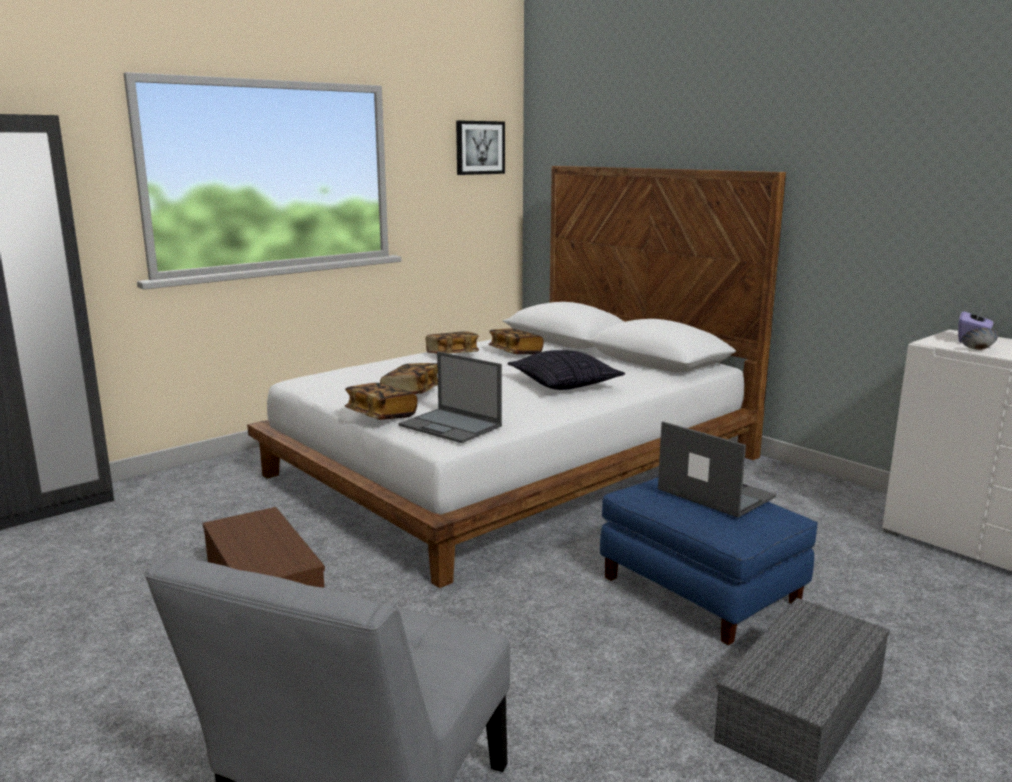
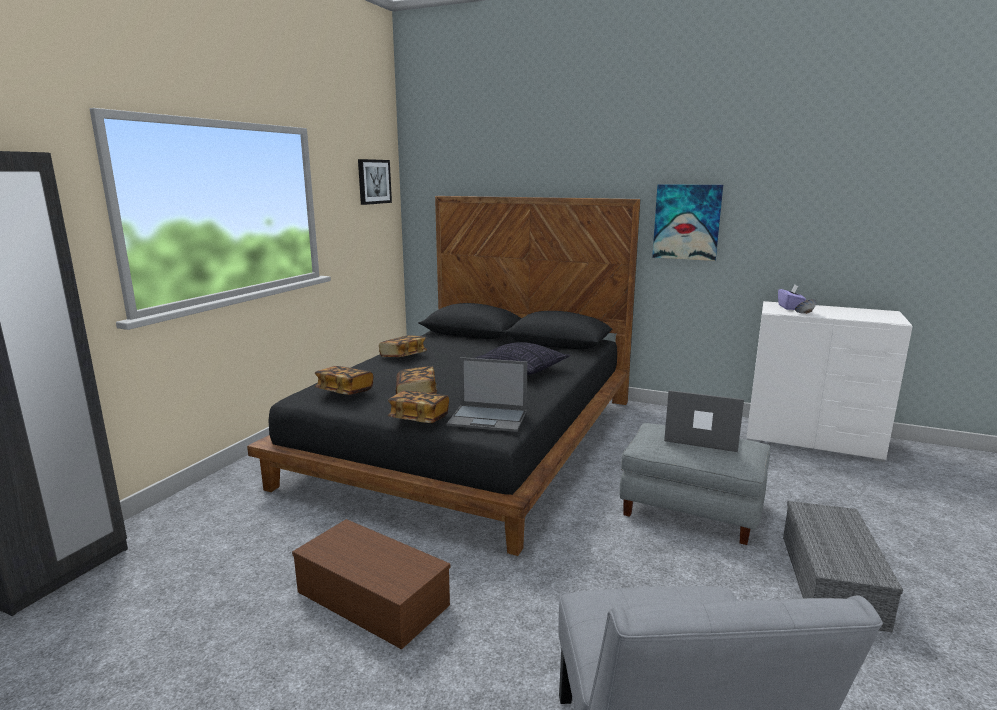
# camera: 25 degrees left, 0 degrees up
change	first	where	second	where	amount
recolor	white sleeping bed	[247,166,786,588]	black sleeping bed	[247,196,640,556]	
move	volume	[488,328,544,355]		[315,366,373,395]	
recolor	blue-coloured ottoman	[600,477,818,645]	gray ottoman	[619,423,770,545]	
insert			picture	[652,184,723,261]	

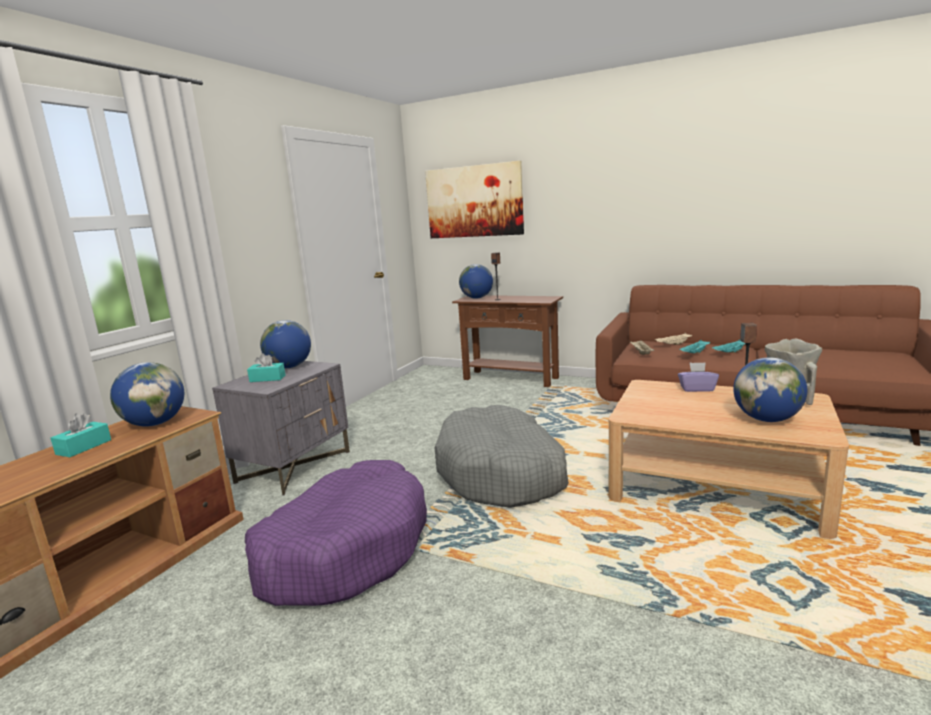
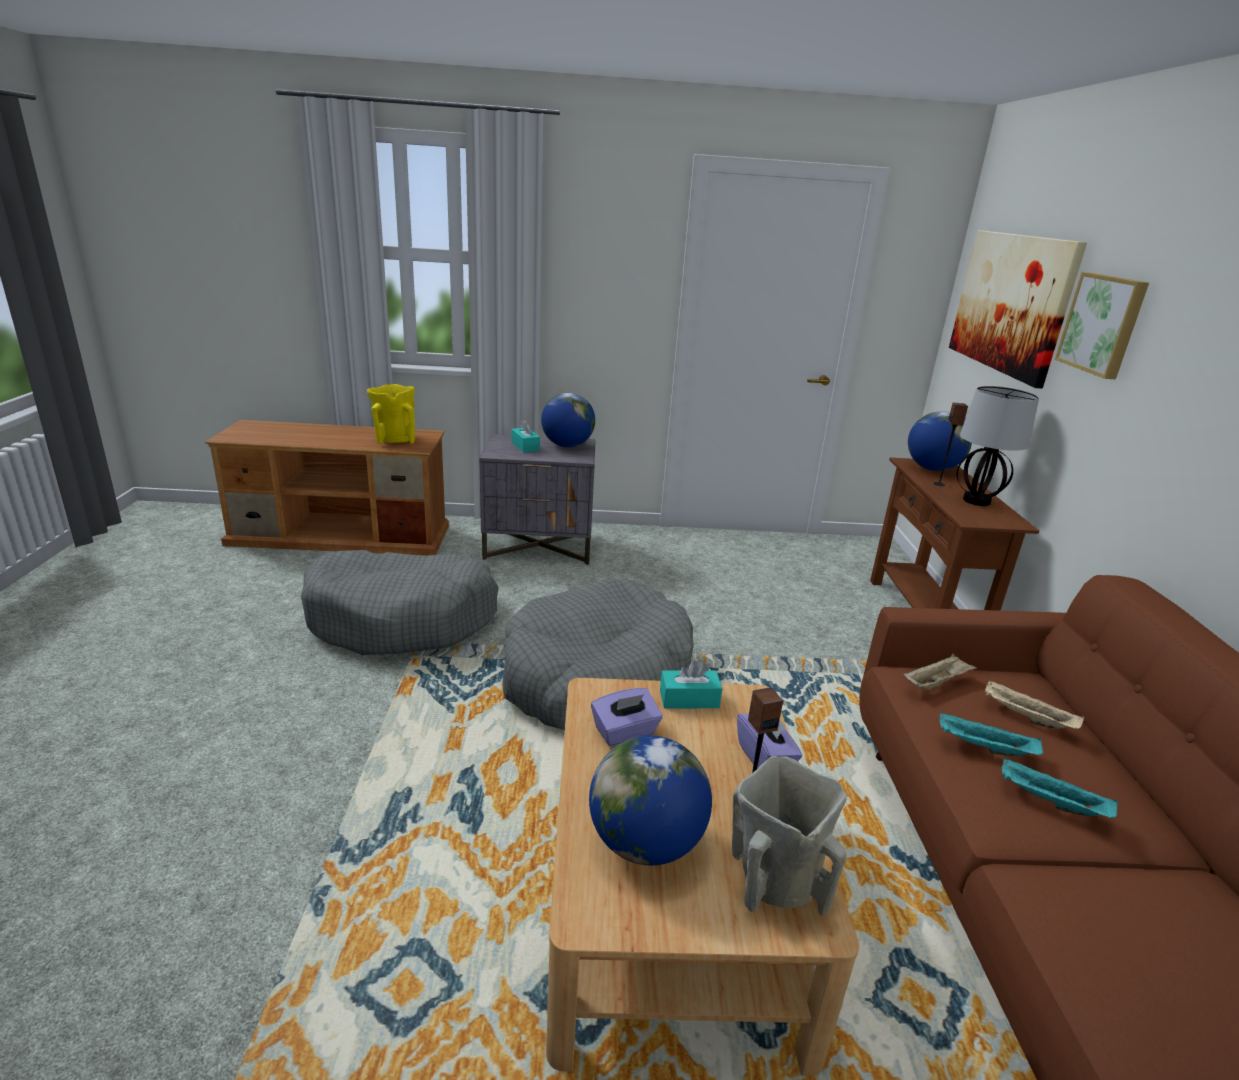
# camera: 60 degrees right, 10 degrees up
change	first	where	second	where	amount
move	turquoise box of tissues	[51,413,111,457]		[660,660,723,709]	
replace	globe	[110,362,184,426]	yellow-coloured flower vase	[367,384,415,444]	
recolor	purplish pet bed	[245,460,427,606]	gray pet bed	[301,550,499,655]	
insert			purplish box of tissues	[591,688,663,746]	
insert			lamp for a table	[957,386,1039,506]	
insert			picture	[1055,272,1149,379]	

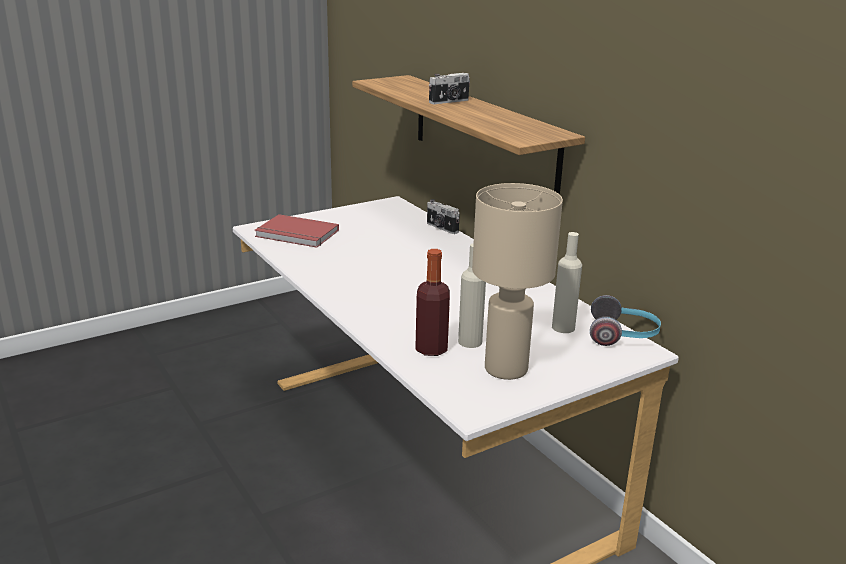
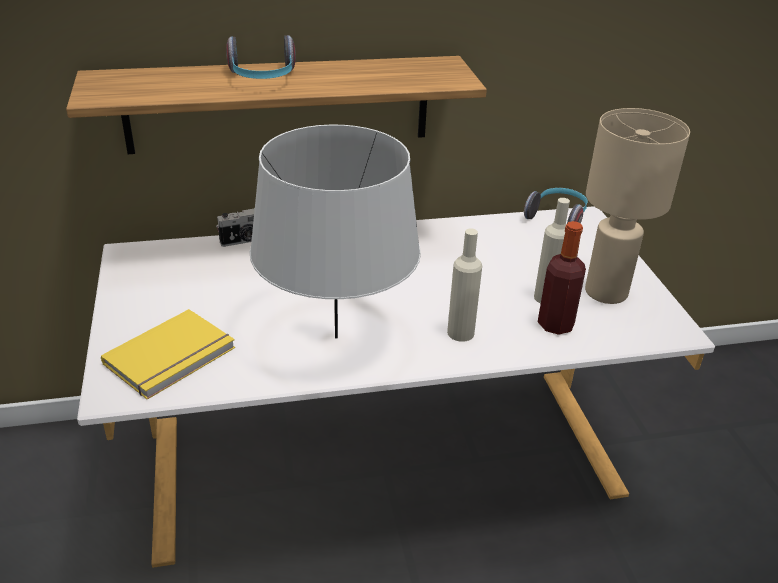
# camera: 70 degrees left, 10 degrees up
change	first	where	second	where	amount
recolor	reddish volume	[255,214,339,248]	yellow-coloured volume	[101,309,235,400]	
replace	still camera	[429,73,470,104]	headset	[226,35,296,79]	
move	beige beverage bottle	[552,232,582,333]		[447,229,482,342]	
insert			gray lamp for a table	[250,125,421,339]	

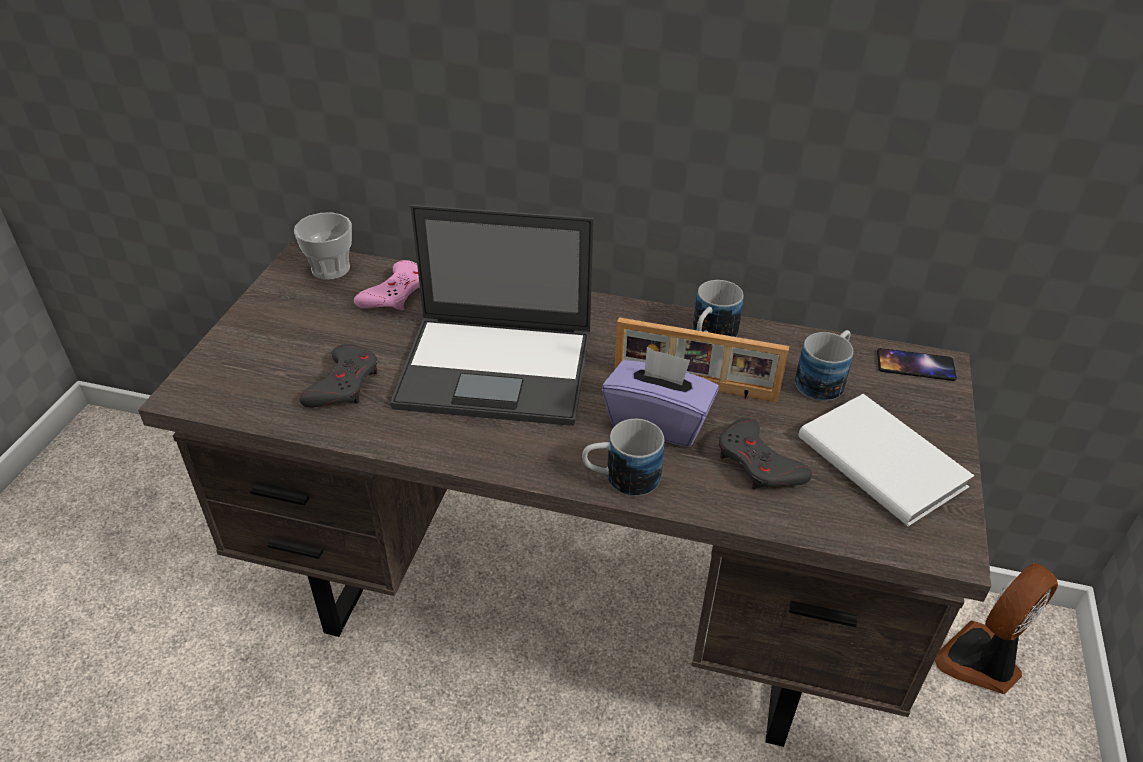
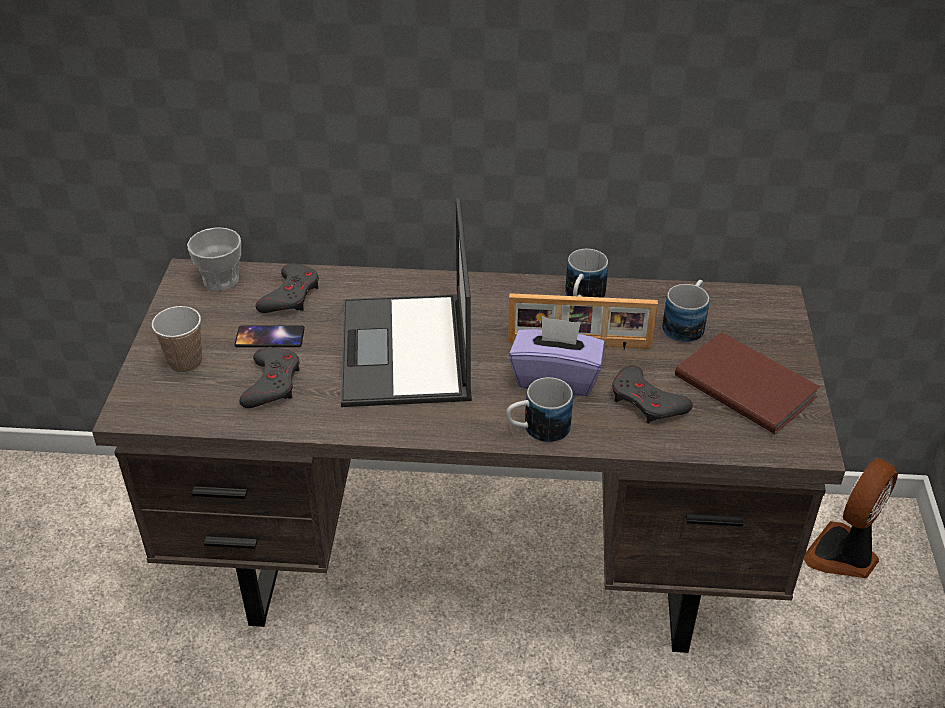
# camera: 10 degrees left, 0 degrees up
change	first	where	second	where	amount
recolor	pinkish game controller	[354,260,420,311]	gray game controller	[256,263,319,313]	
rotate	notebook computer	[390,205,594,426]		[341,198,472,407]	90 degrees clockwise
recolor	white volume	[799,394,975,526]	brown volume	[675,332,820,434]	
move	telephone	[877,348,957,381]		[234,325,305,347]	
insert			cup	[152,306,202,373]	

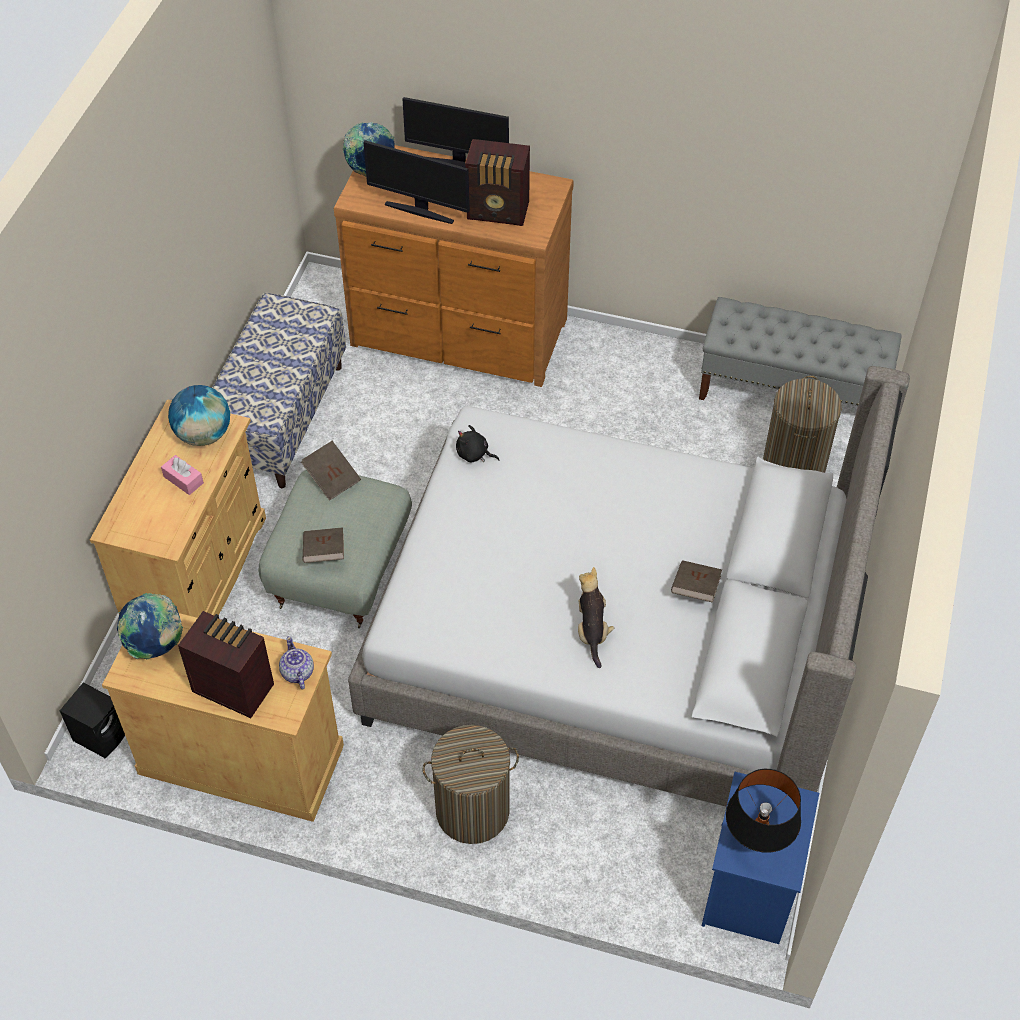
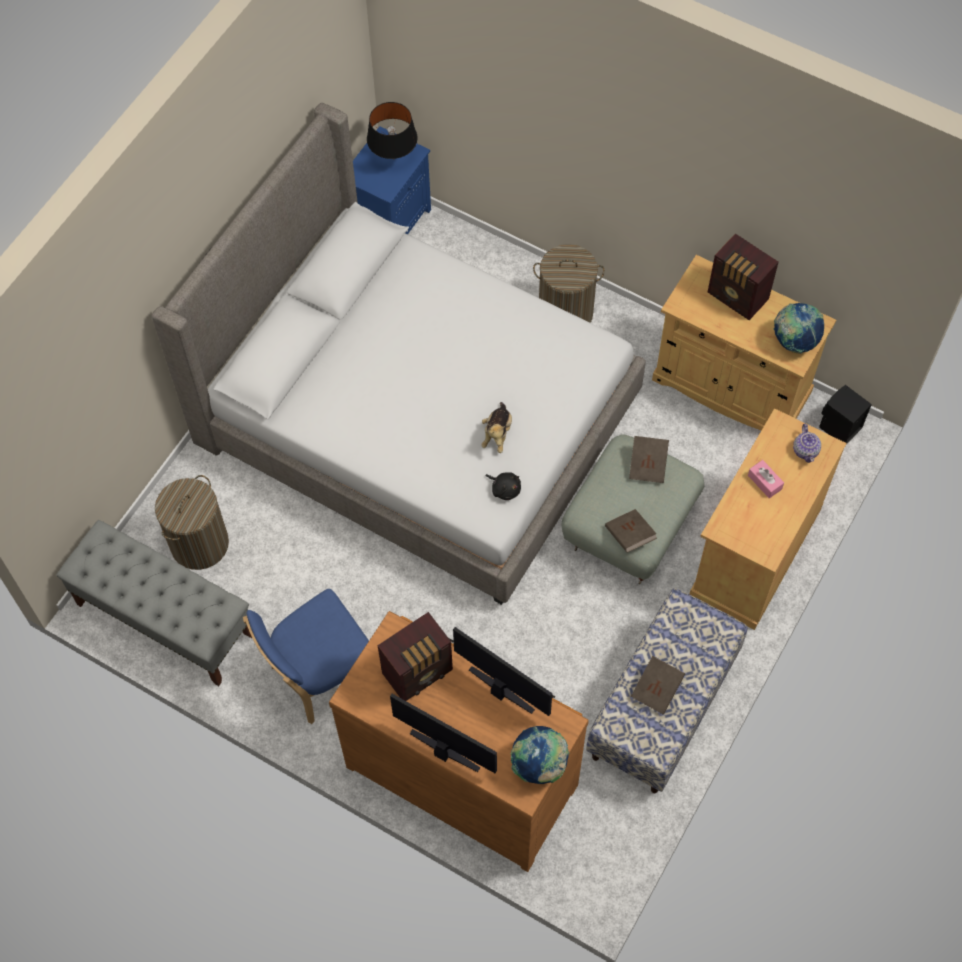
# camera: 165 degrees left, 10 degrees up
change	first	where	second	where	amount
delete	globe	[168,385,230,446]			
move	tea pot	[279,636,314,689]		[793,424,821,463]	
rotate	radio	[465,139,530,226]		[377,612,453,701]	120 degrees clockwise
move	soft toy	[578,567,614,668]		[481,402,512,453]	
move	brown volume	[671,560,722,603]		[631,656,685,715]	
insert			blue-coloured plain chair	[243,589,369,724]	

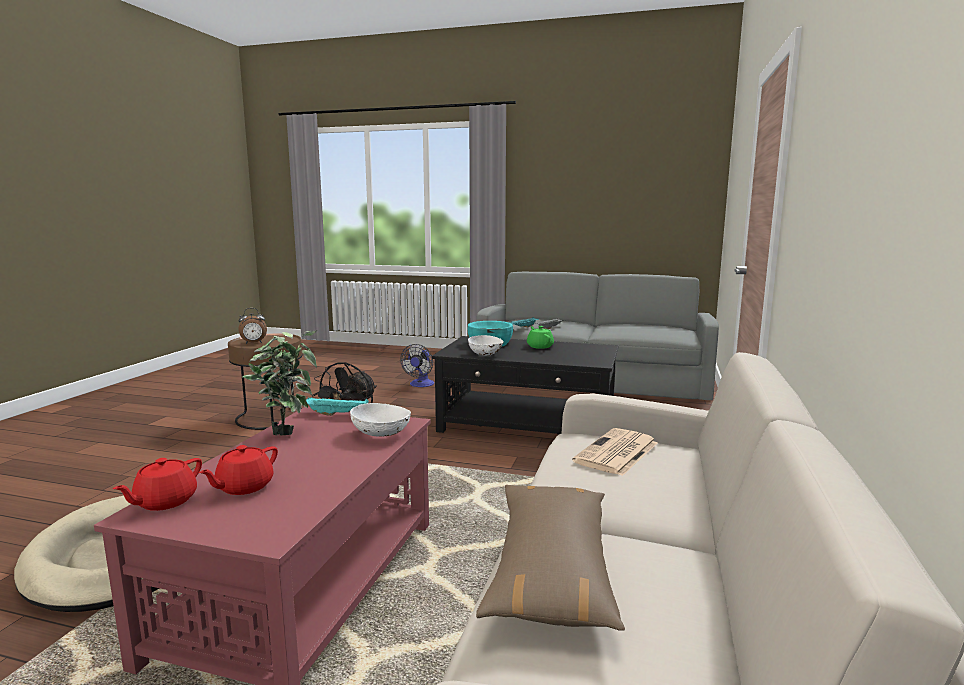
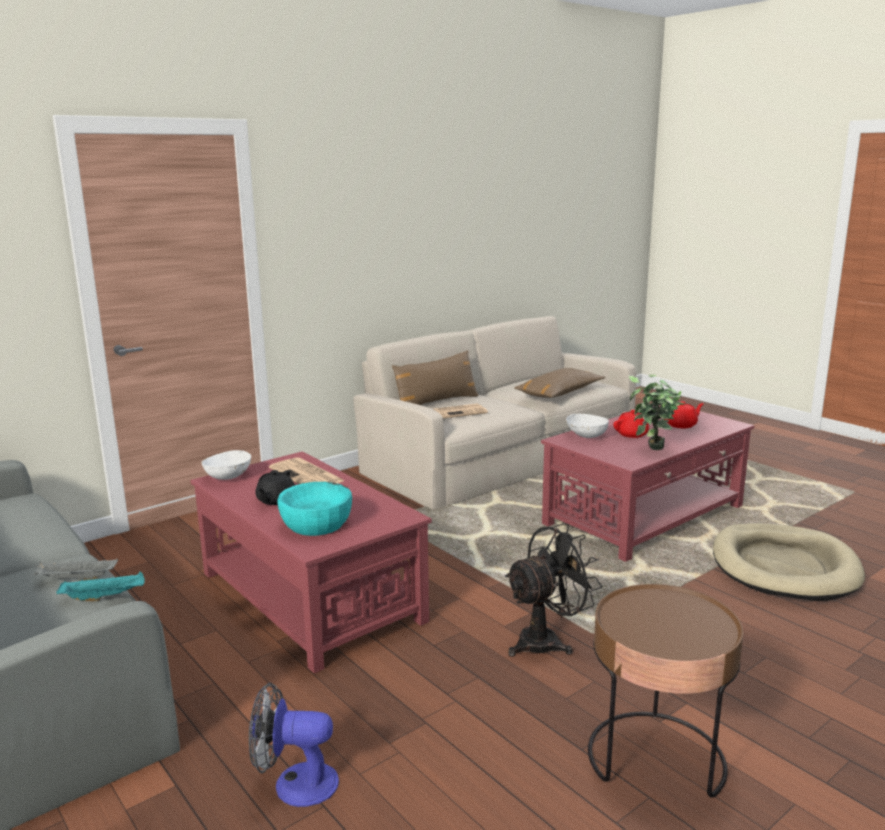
# camera: 145 degrees left, 5 degrees up
change	first	where	second	where	amount
move	reddish tea pot	[113,458,202,511]		[613,410,649,438]	
delete	bedside clock	[239,308,267,344]			
delete	turquoise tray	[306,397,369,416]			
rotate	fan	[400,344,434,387]		[249,682,339,807]	135 degrees counterclockwise
recolor	black low table	[432,336,618,434]	reddish low table	[190,451,432,673]	
move	white bowl	[468,335,504,356]		[201,450,251,480]	
recolor	green-coloured tea pot	[527,326,554,349]	black tea pot	[255,470,295,505]	
insert			newspaper	[269,457,344,484]	
insert			brown pillow	[392,350,479,405]	

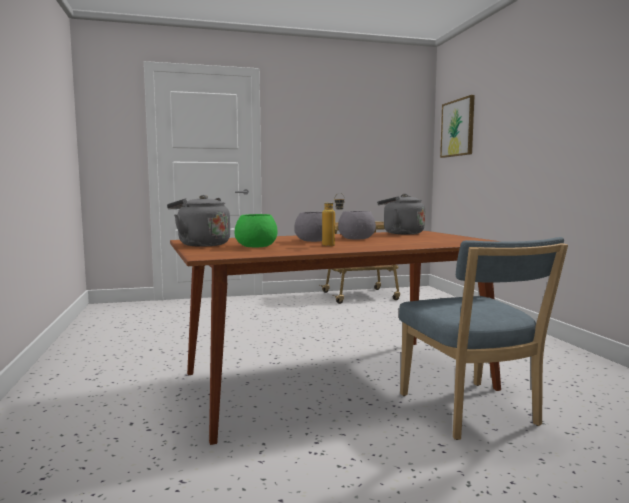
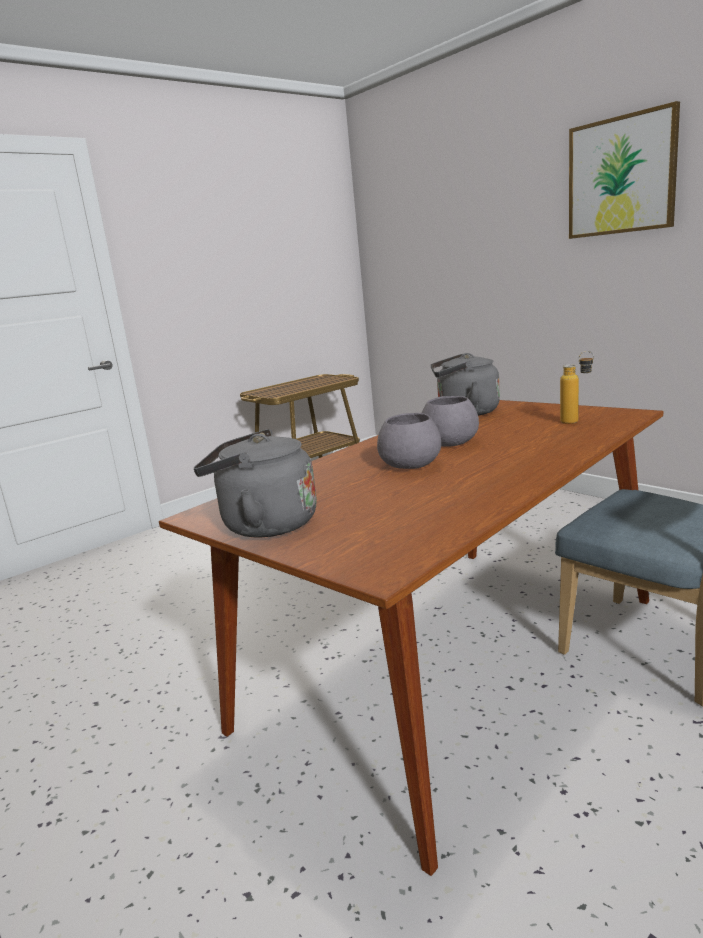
# camera: 25 degrees left, 10 degrees up
change	first	where	second	where	amount
delete	green-coloured bowl	[235,214,277,247]			
move	beverage bottle	[322,193,345,246]		[560,351,594,424]	
move	picture	[440,95,475,158]		[569,101,680,239]	

